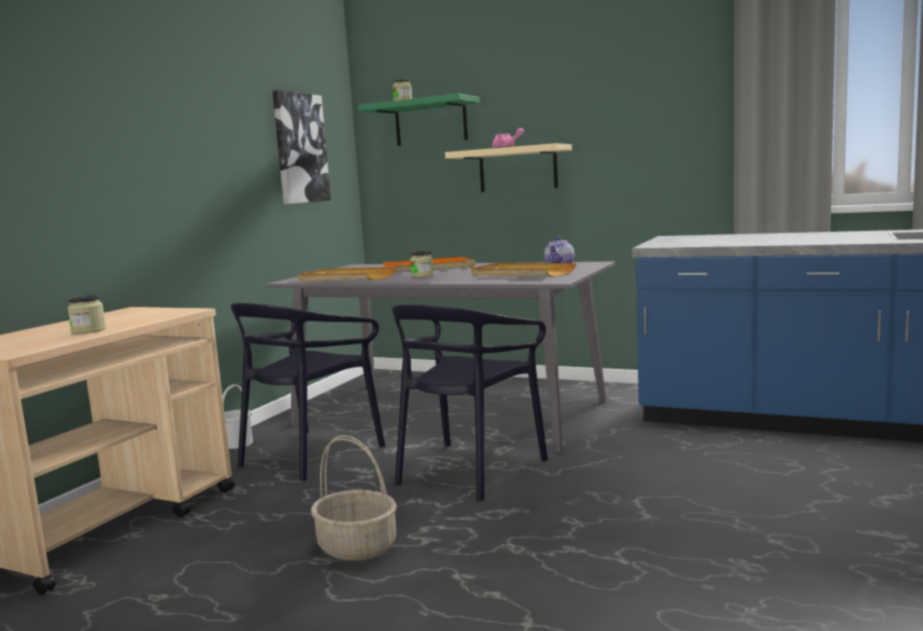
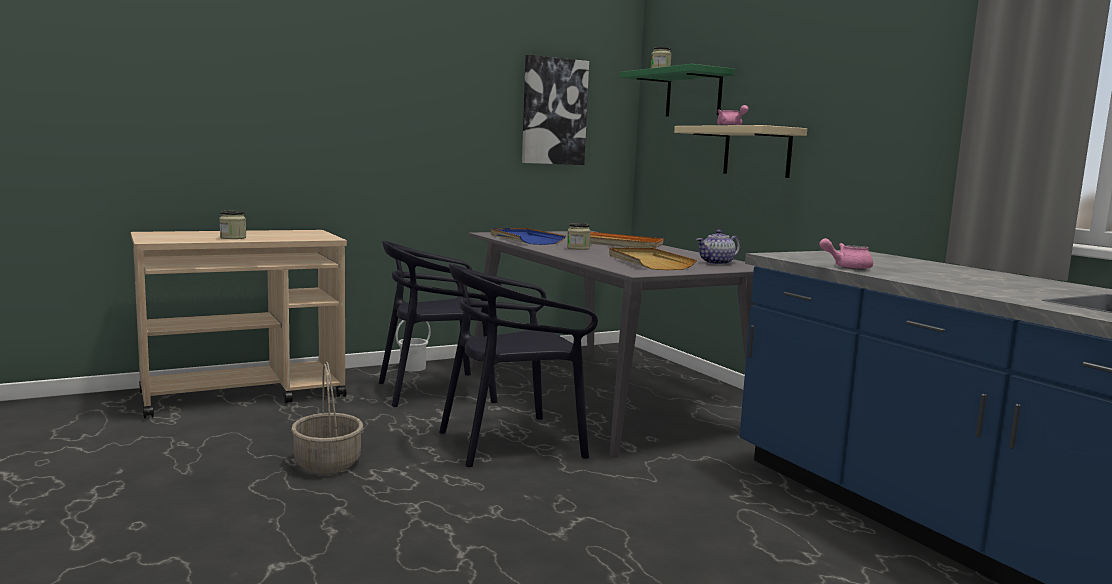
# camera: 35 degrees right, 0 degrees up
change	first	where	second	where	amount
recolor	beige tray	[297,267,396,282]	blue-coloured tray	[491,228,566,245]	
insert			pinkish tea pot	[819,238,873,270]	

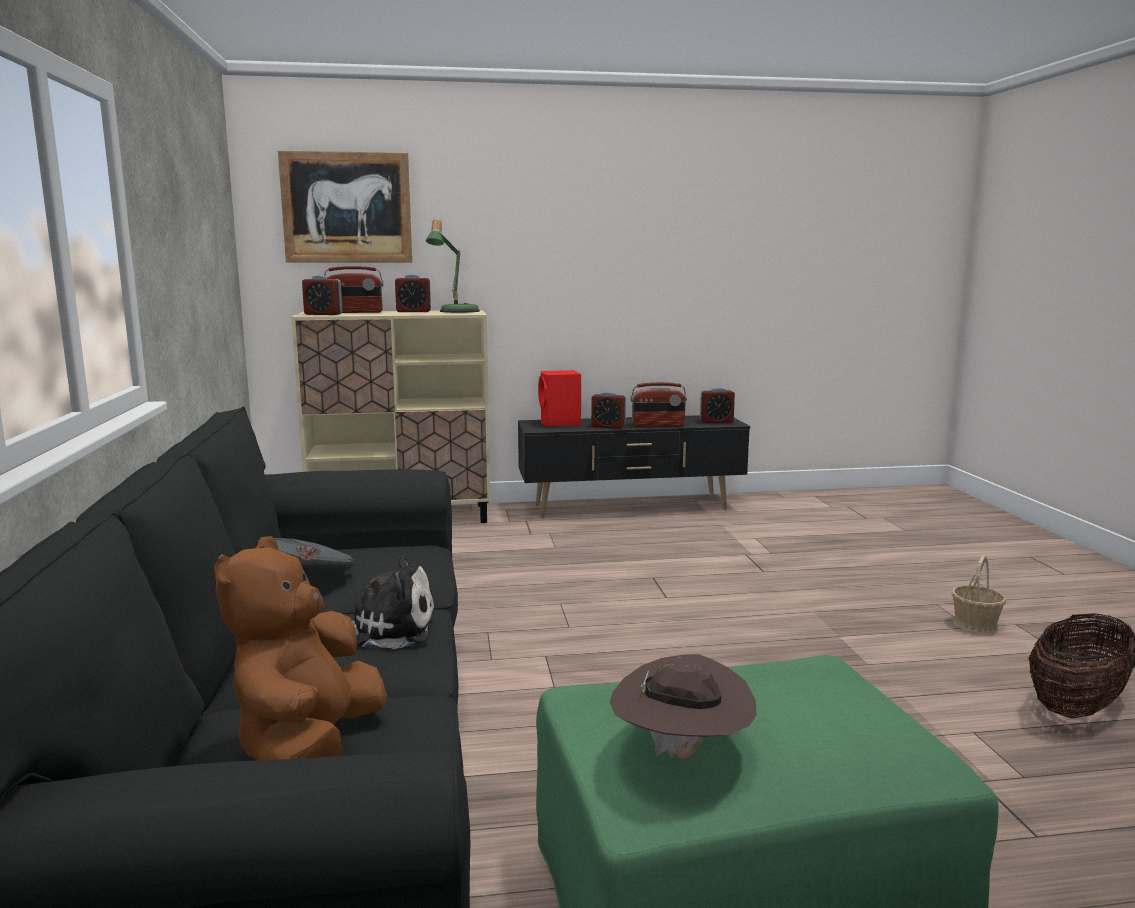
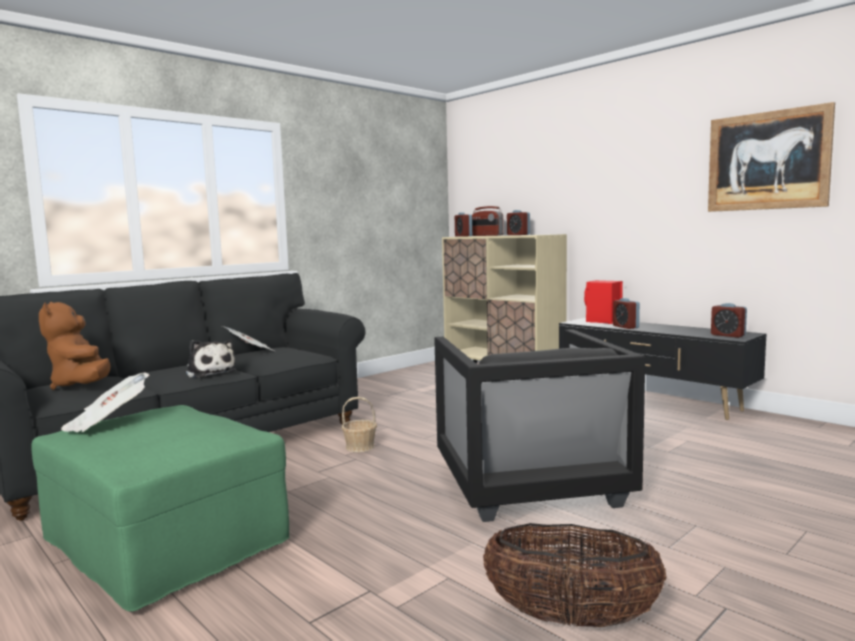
# camera: 55 degrees right, 5 degrees down
change	first	where	second	where	amount
rotate	brown soft toy	[214,536,387,760]		[39,302,110,390]	90 degrees counterclockwise
move	picture	[278,151,412,263]		[708,102,835,212]	
delete	lamp for a table	[426,218,480,313]			
replace	brown clothing hat	[610,654,757,760]	newspaper	[61,372,149,432]	
delete	radio	[631,382,687,427]			
move	basket	[952,555,1006,633]		[341,397,377,452]	
insert			black lounge chair	[434,329,645,522]	

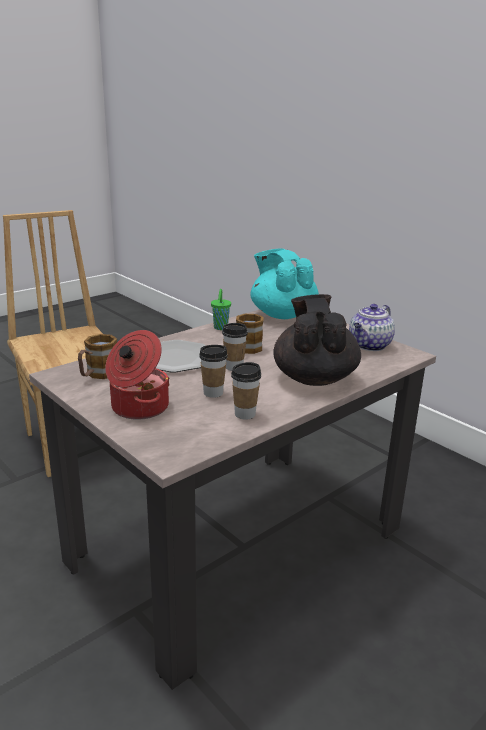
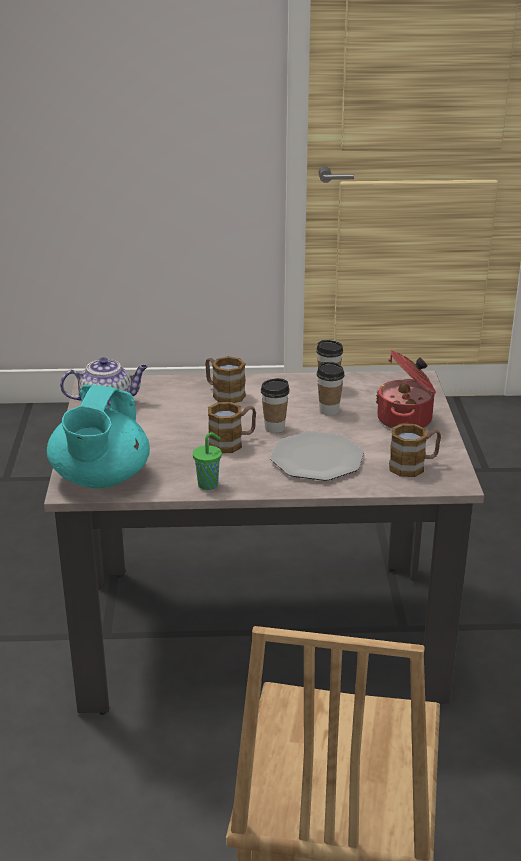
# camera: 140 degrees left, 5 degrees up
change	first	where	second	where	amount
replace	black tea pot	[274,294,361,386]	mug	[205,356,246,403]	

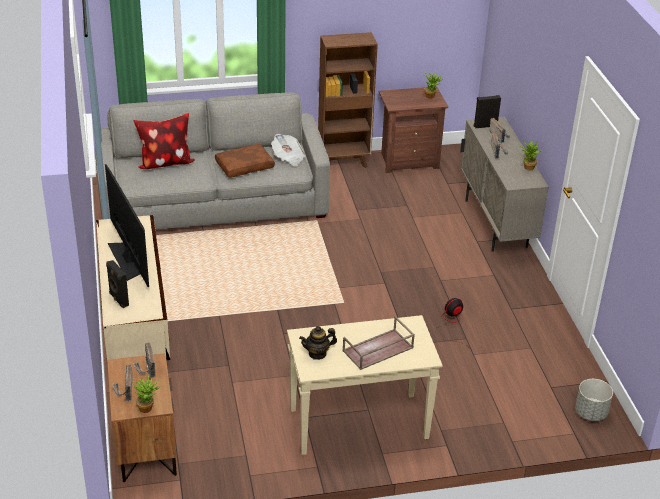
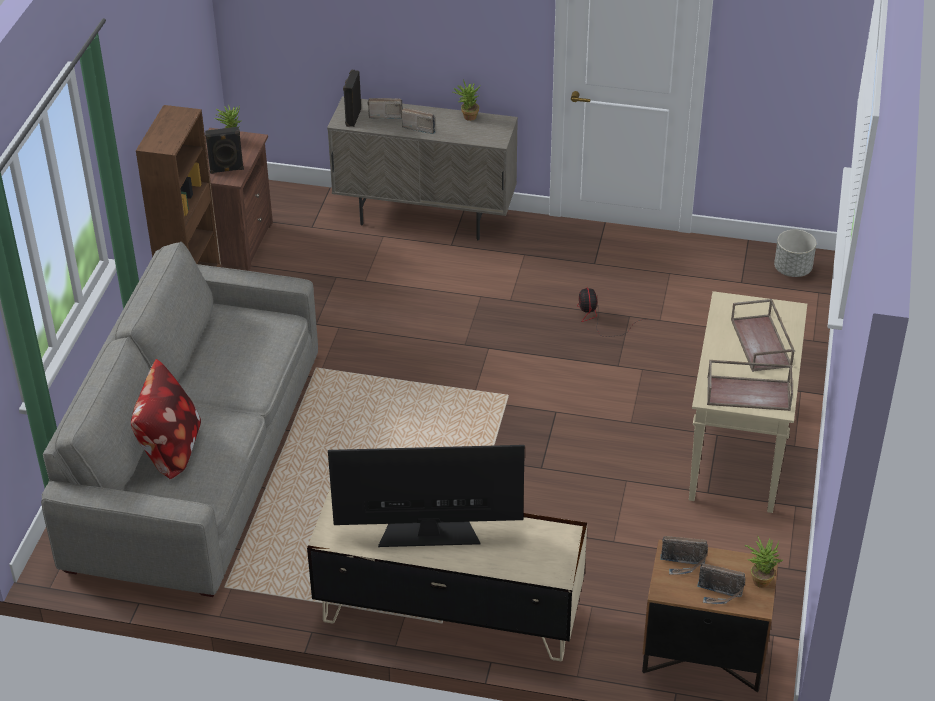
# camera: 65 degrees left, 5 degrees up
change	first	where	second	where	amount
move	black loudspeaker	[106,260,129,308]		[205,127,244,174]	
delete	brown pillow	[215,144,275,178]			
delete	newspaper	[271,134,306,167]			
replace	tea pot	[299,326,337,360]	brown tray	[707,360,793,411]	

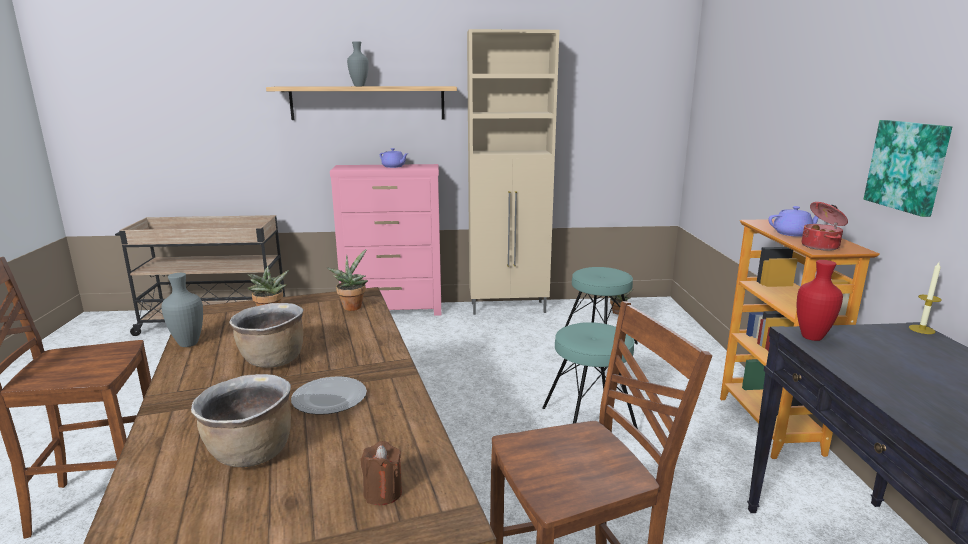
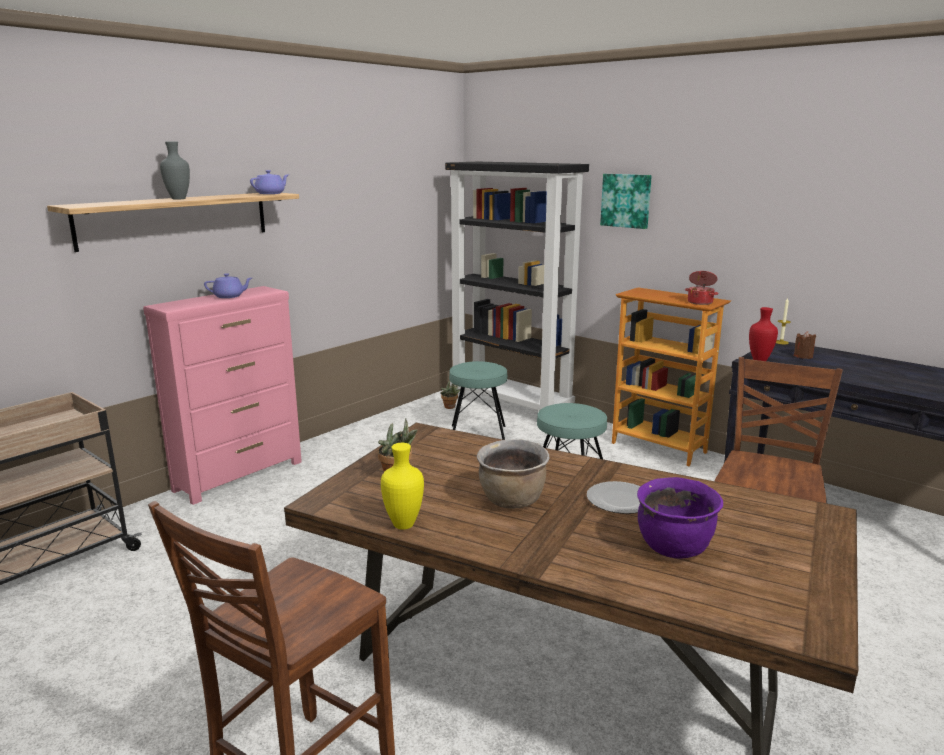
# camera: 45 degrees left, 0 degrees up
change	first	where	second	where	amount
recolor	gray flower vase	[161,273,203,347]	yellow-coloured flower vase	[381,443,424,530]	
recolor	brown cooking pot	[191,374,291,467]	purplish cooking pot	[637,477,723,558]	
delete	plant in a pot	[327,249,368,311]			
move	brown wax light	[360,441,402,505]		[794,331,816,359]	
delete	beige cabinet	[467,29,560,315]			
move	purplish tea pot	[768,206,818,237]		[250,170,288,194]	
move	picture	[864,120,952,217]		[600,174,652,229]	
insert			black shelving unit	[445,162,589,411]	

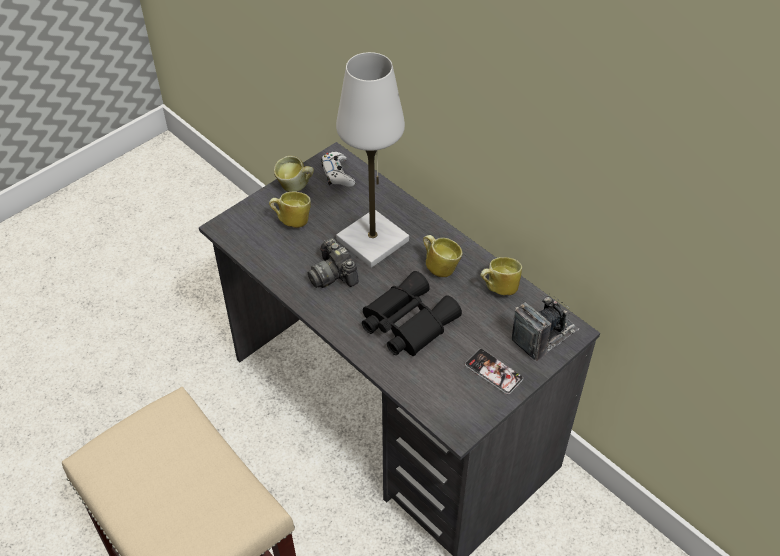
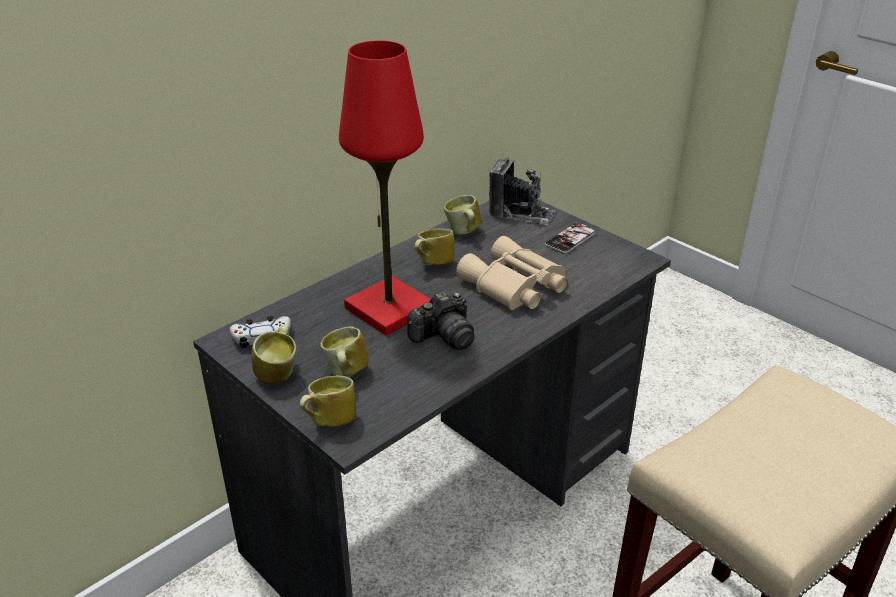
# camera: 90 degrees left, 15 degrees down
change	first	where	second	where	amount
recolor	white lamp for a table	[336,52,409,268]	reddish lamp for a table	[339,40,431,335]	
recolor	black pair of binoculars	[362,271,462,356]	beige pair of binoculars	[456,236,567,310]	
rotate	still camera	[512,295,579,361]		[489,157,556,225]	150 degrees clockwise
insert			mug	[299,375,356,427]	

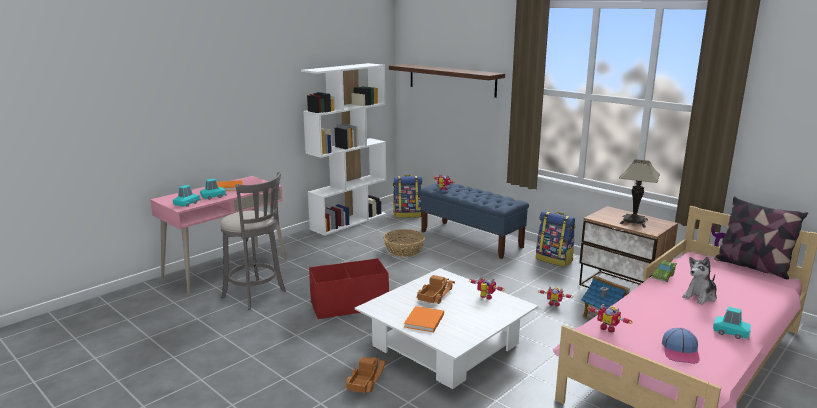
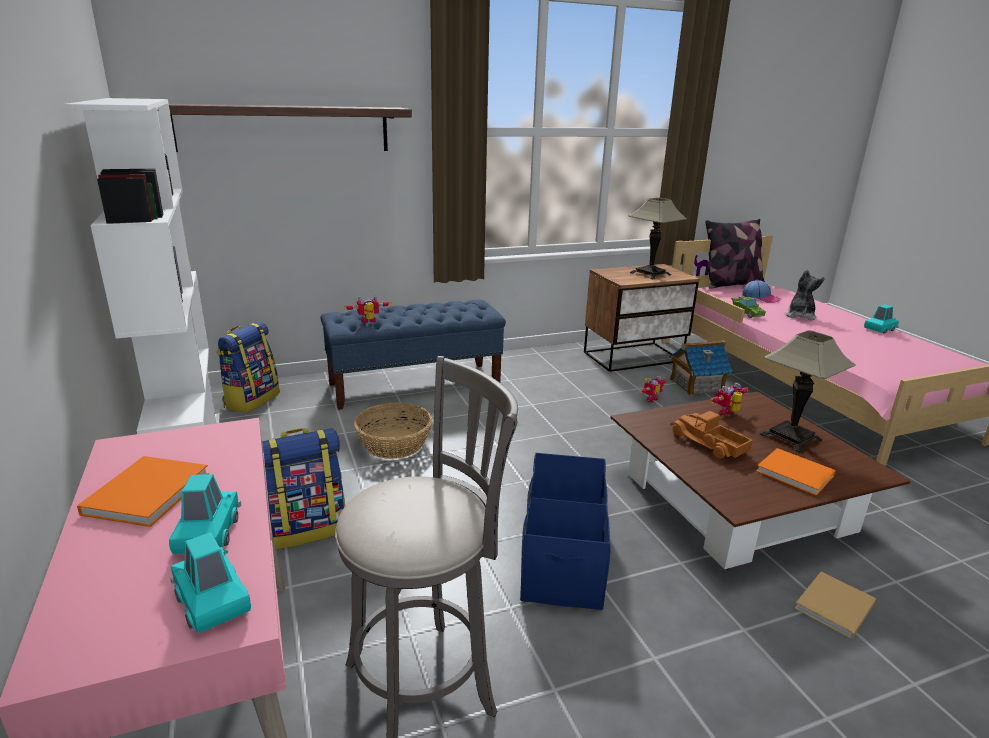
# camera: 65 degrees left, 5 degrees up
change	first	where	second	where	amount
recolor	reddish storage container	[309,258,389,319]	blue-coloured storage container	[520,453,611,610]	
replace	model truck	[345,357,387,393]	beige volume	[794,572,876,639]	
recolor	white low table	[354,268,538,389]	brown low table	[610,392,910,570]	
move	rucksack	[536,211,576,267]		[262,428,345,549]	
delete	robot figure	[587,304,632,333]			
move	cap	[662,328,700,364]		[742,280,781,303]	
rotate	soft toy	[683,257,717,305]		[785,270,825,320]	150 degrees counterclockwise
insert			lamp for a table	[760,331,855,453]	

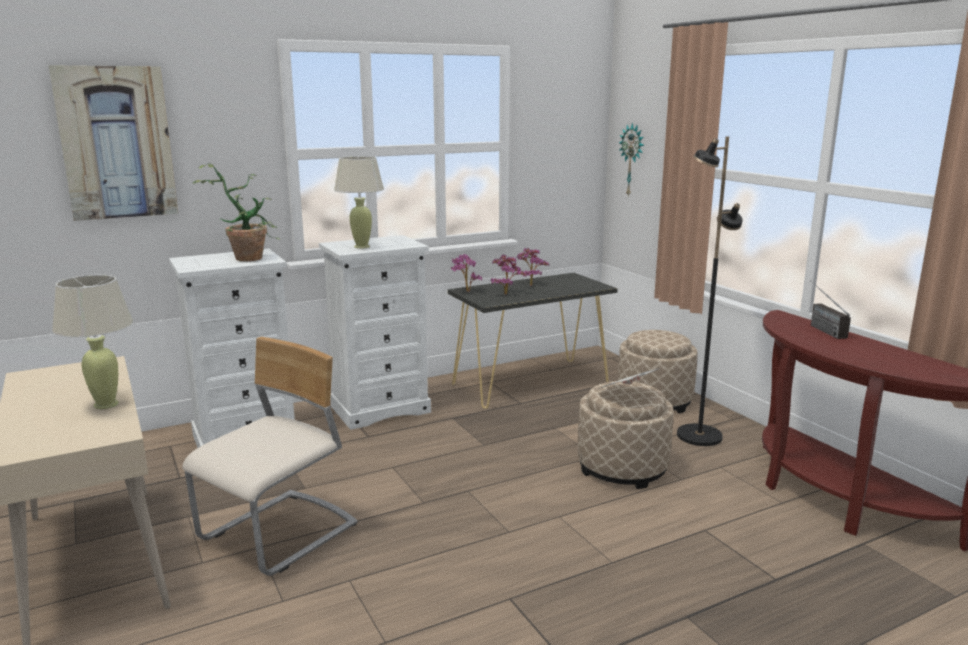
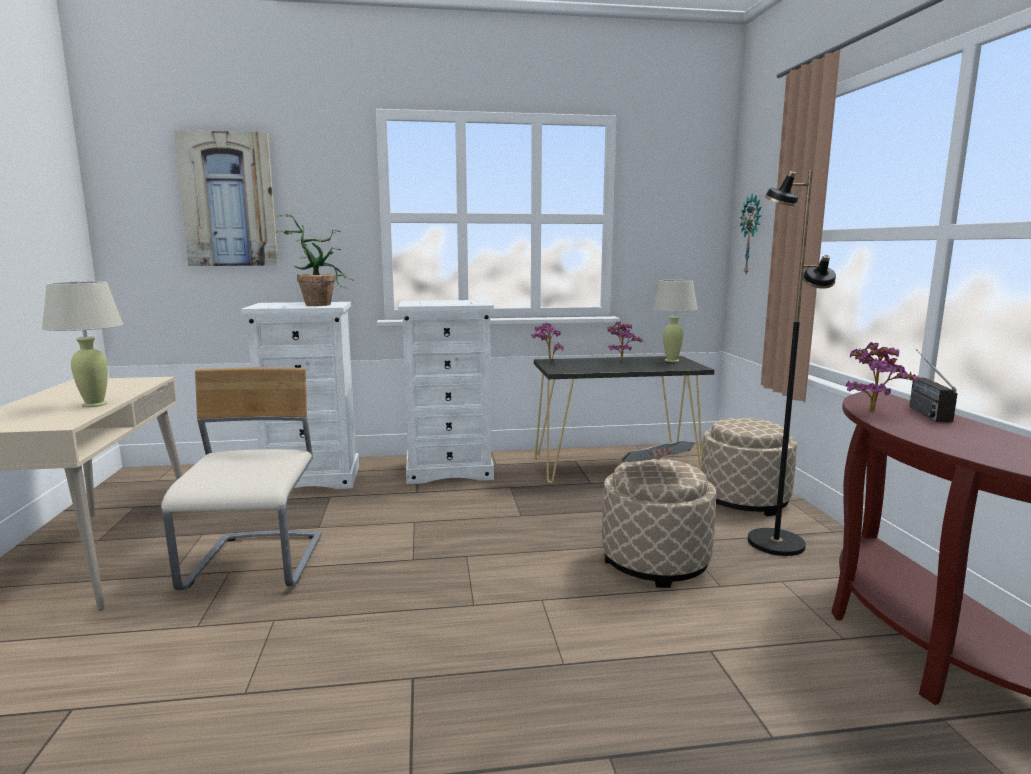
# camera: 20 degrees right, 5 degrees down
change	first	where	second	where	amount
rotate	beige plain chair	[182,337,358,576]		[161,367,322,590]	60 degrees counterclockwise
move	beige lamp for a table	[334,156,384,249]		[652,280,698,362]	
move	plant in a pot	[491,255,527,295]		[845,342,918,413]	

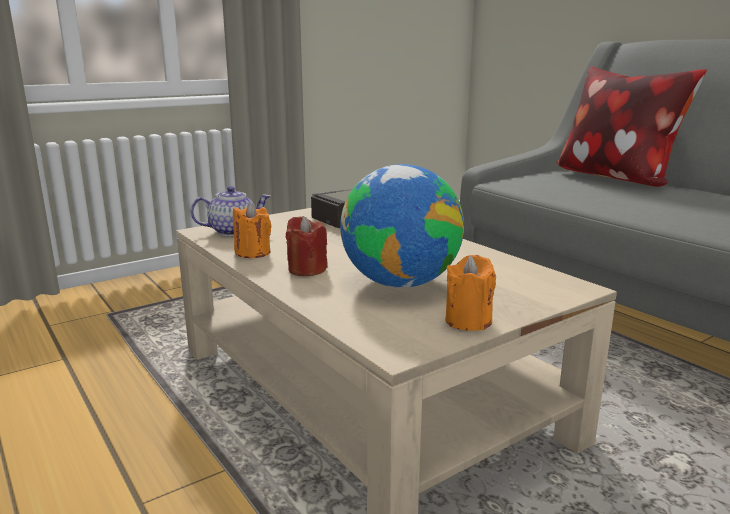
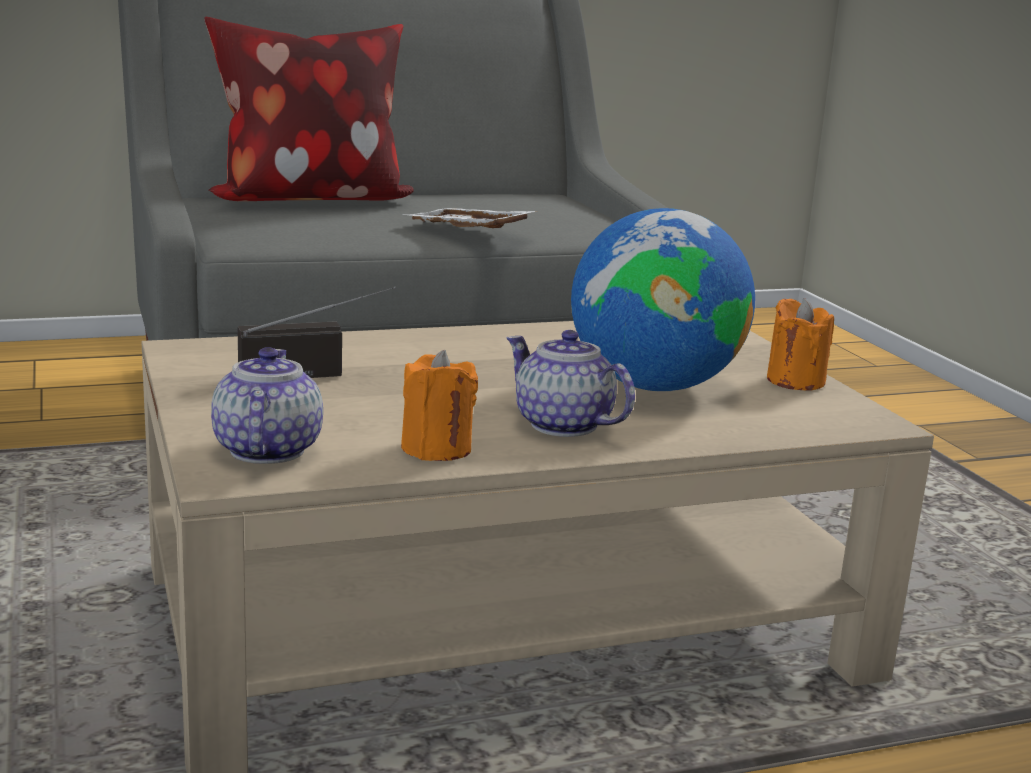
# camera: 75 degrees left, 0 degrees up
change	first	where	second	where	amount
replace	reddish wax light	[286,216,328,276]	tea pot	[506,330,635,437]	
insert			white tray	[403,208,539,228]	

